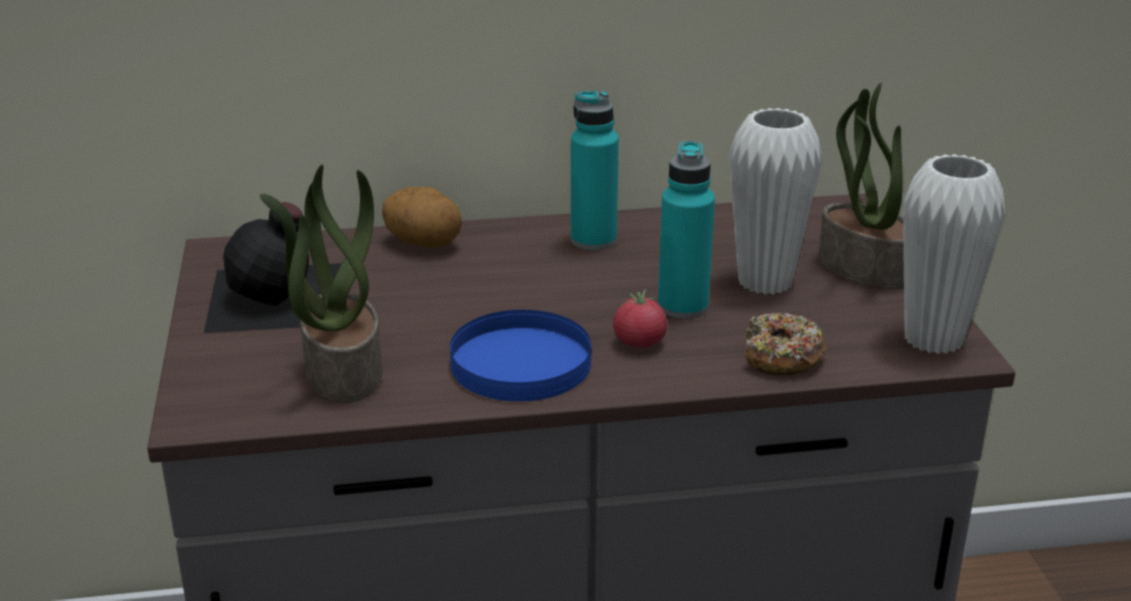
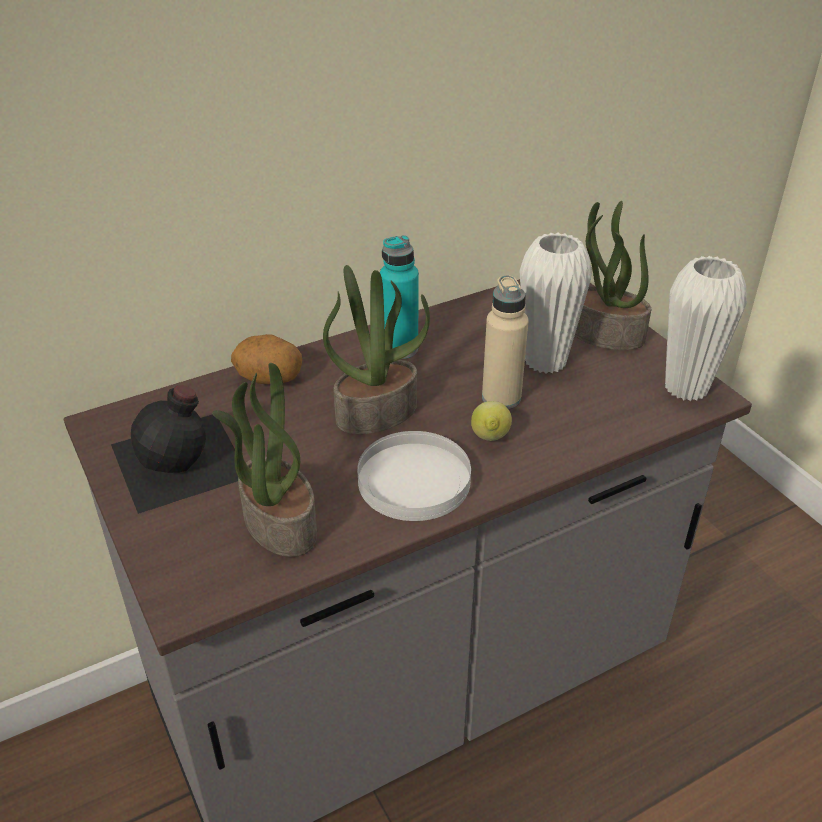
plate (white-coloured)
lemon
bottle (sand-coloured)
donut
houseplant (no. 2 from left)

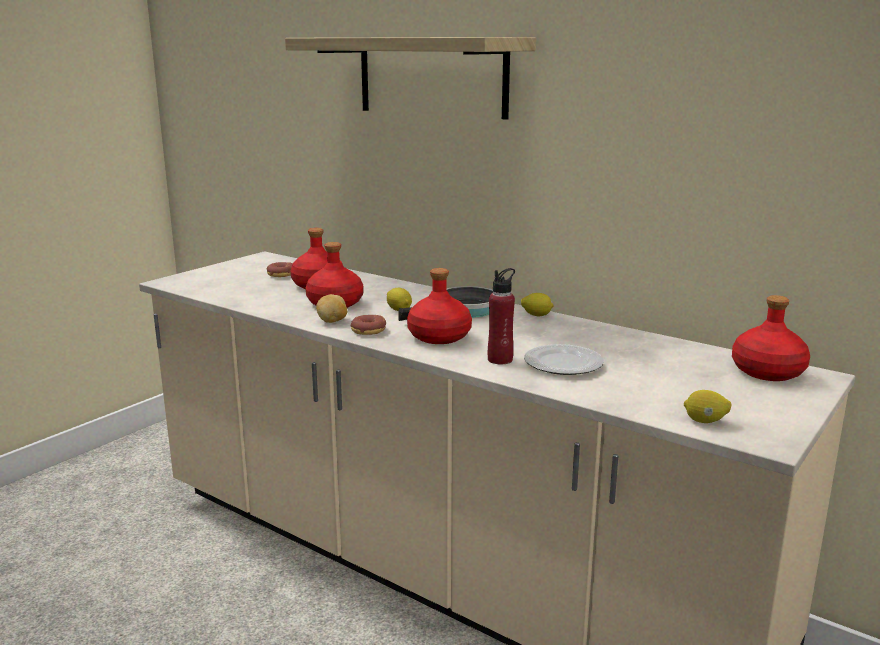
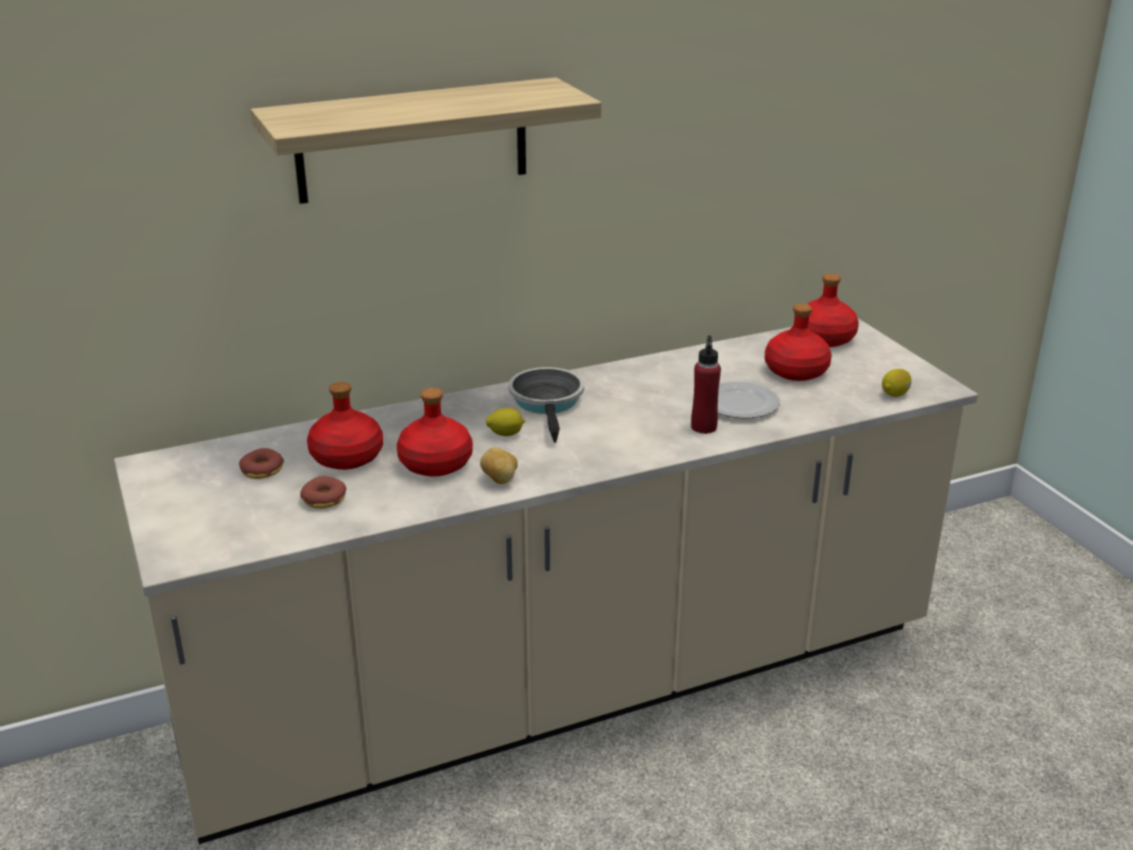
donut (no. 2 from left)
bottle (reddish) (no. 4 from left)
lemon (no. 2 from left in the first image)

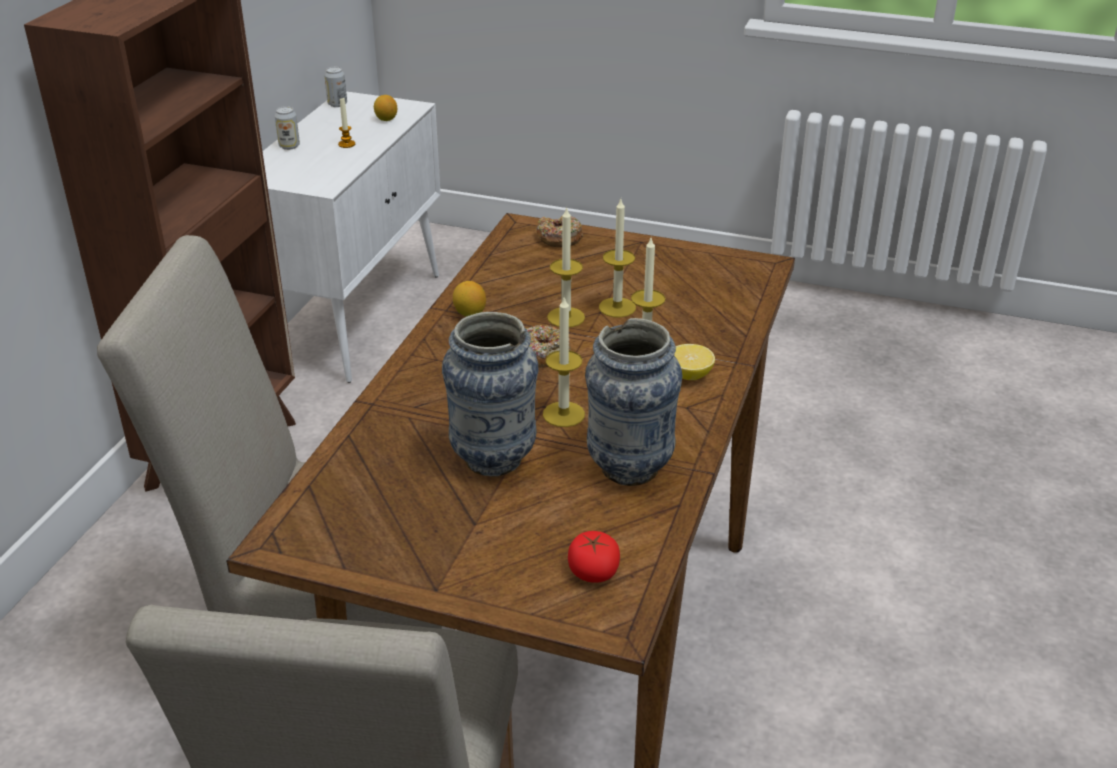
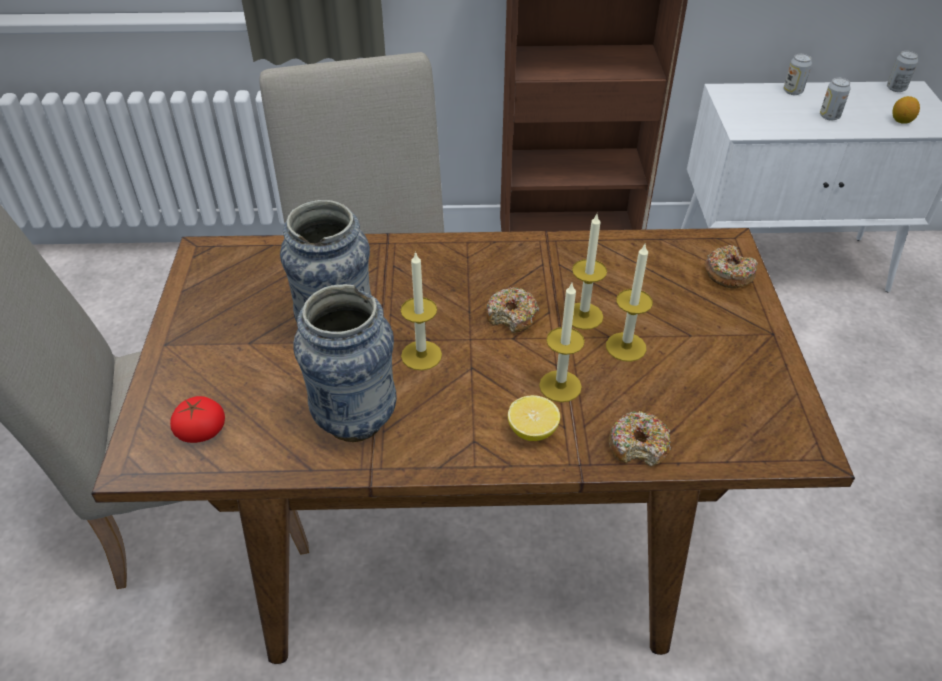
sealed can (no. 2 from left)
lemon (no. 2 from left in the first image)
donut (no. 2 from left)

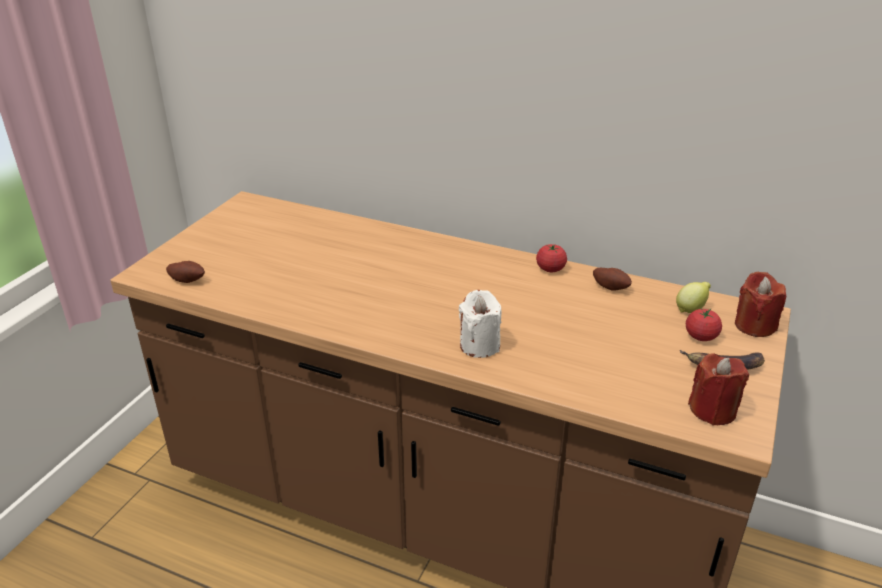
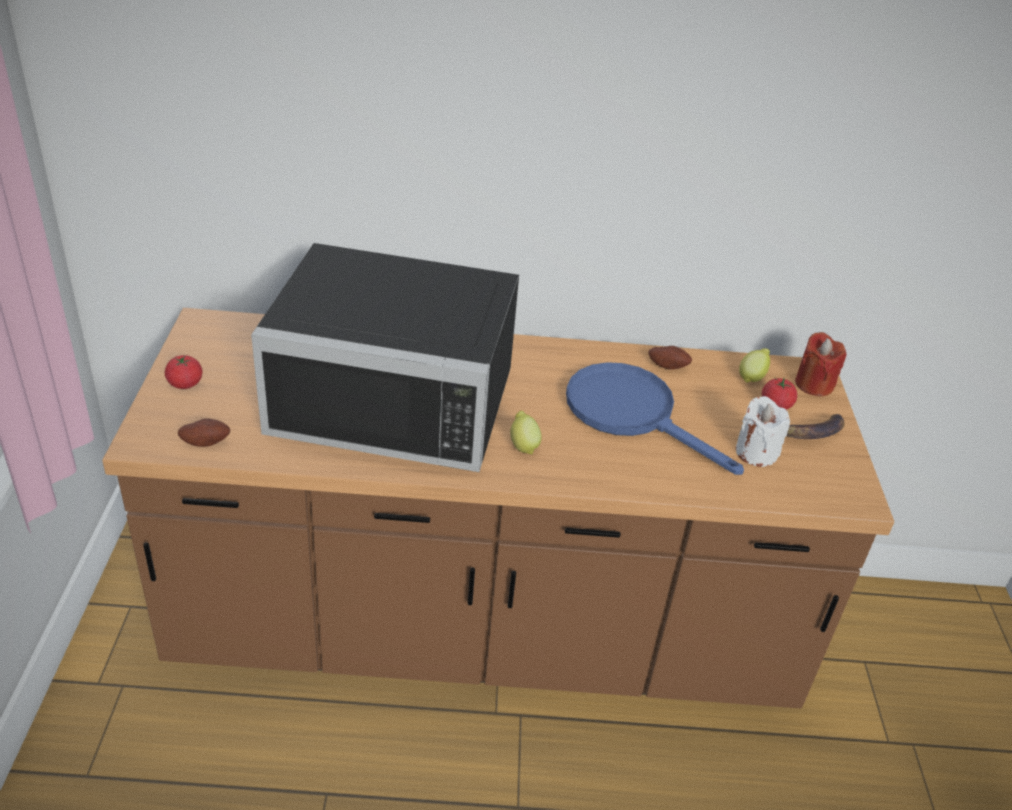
wax candle (white-coloured)
whole tomato (no. 1 from left)
wax candle (reddish) (no. 1 from left in the first image)
kitchen microwave (black)
lemon (no. 1 from left)
skillet (bluish)

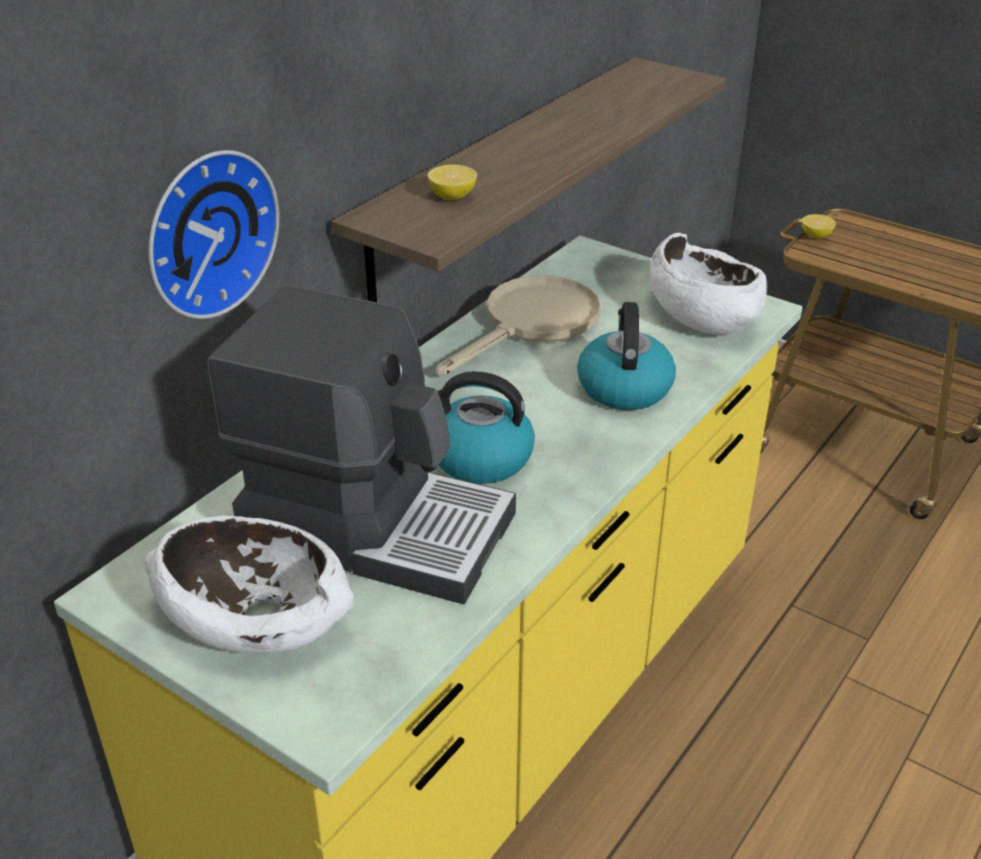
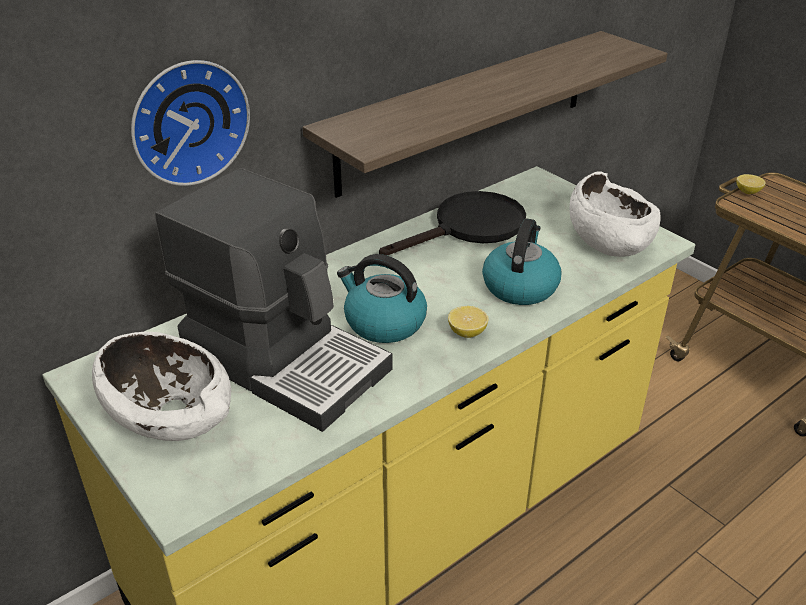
lemon (no. 1 from left)
skillet (black)

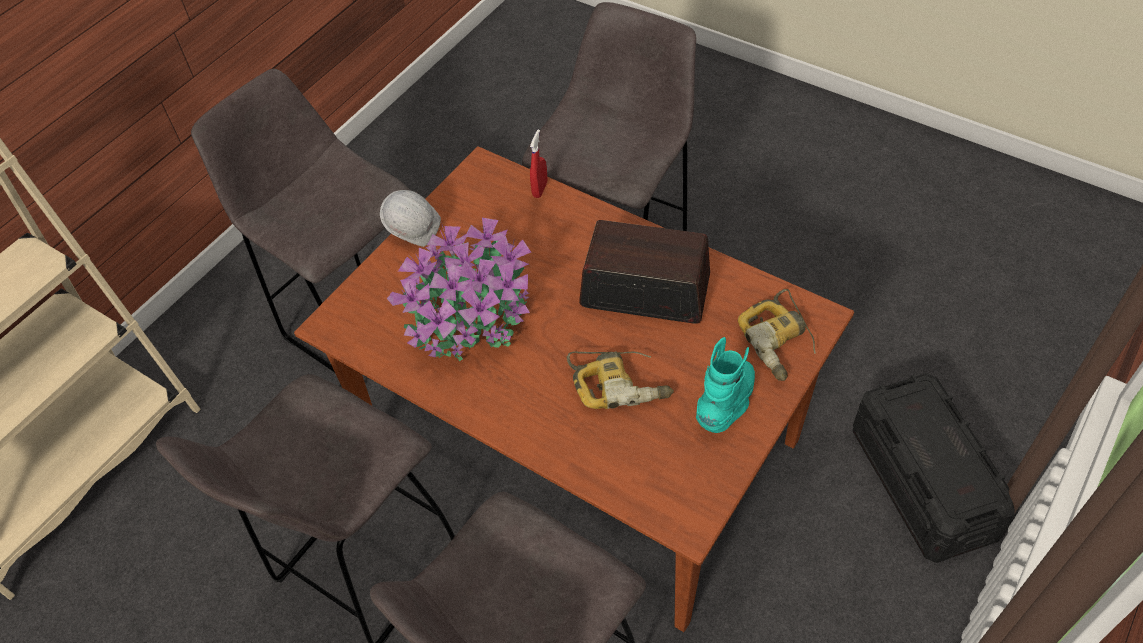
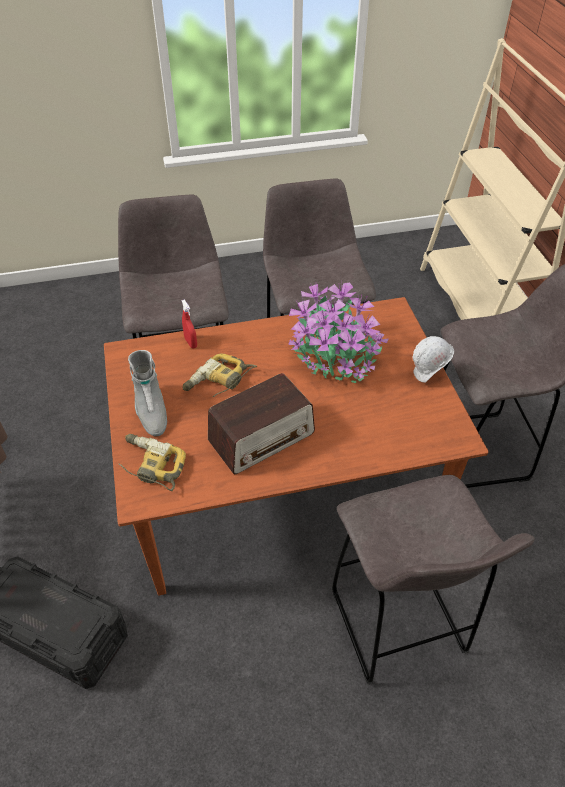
spray bottle (reddish)
high-top boot (greyish)

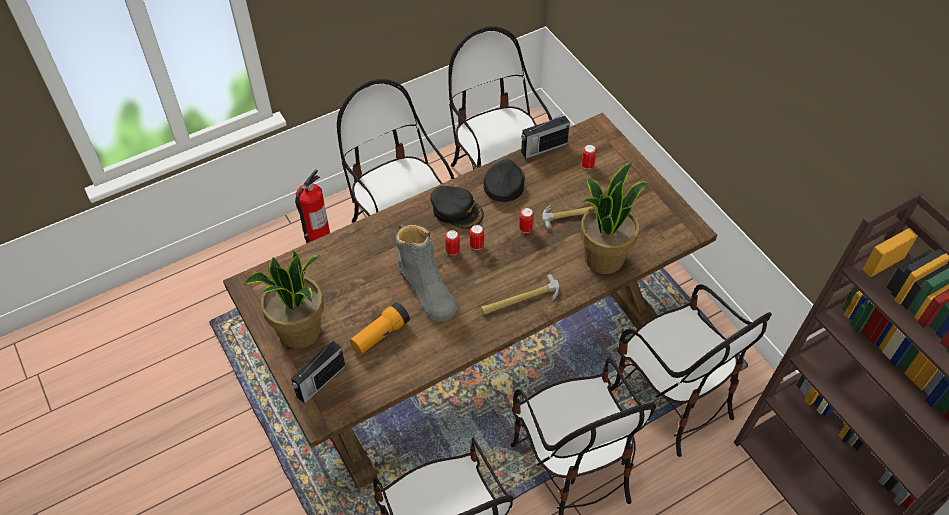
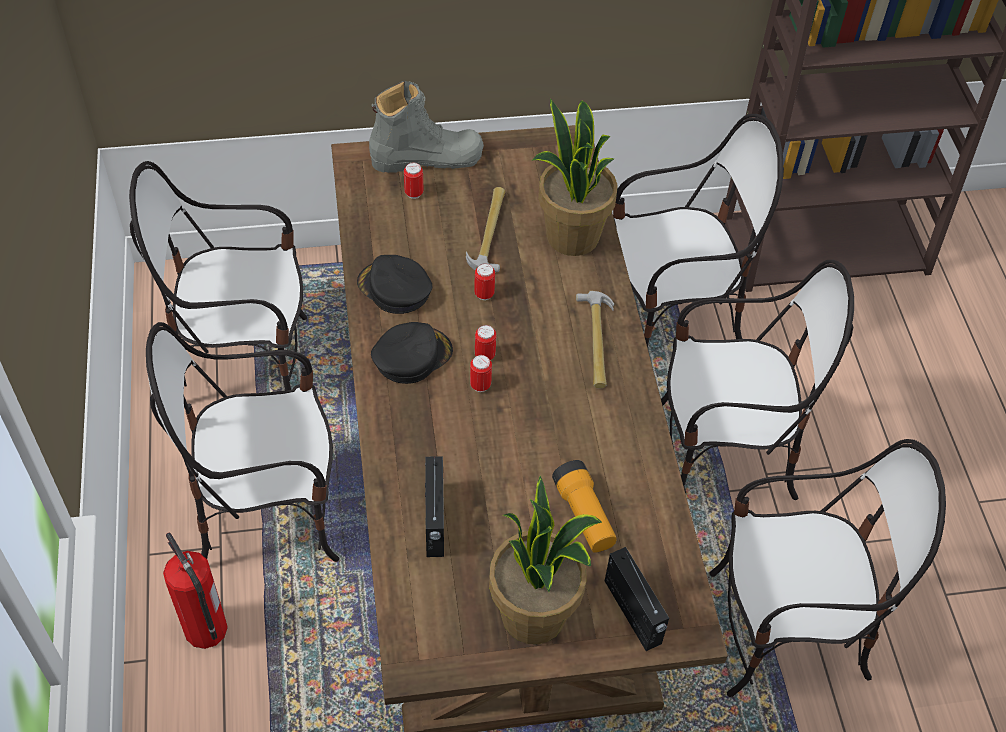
high-top boot (greyish)
radio (no. 1 from left)

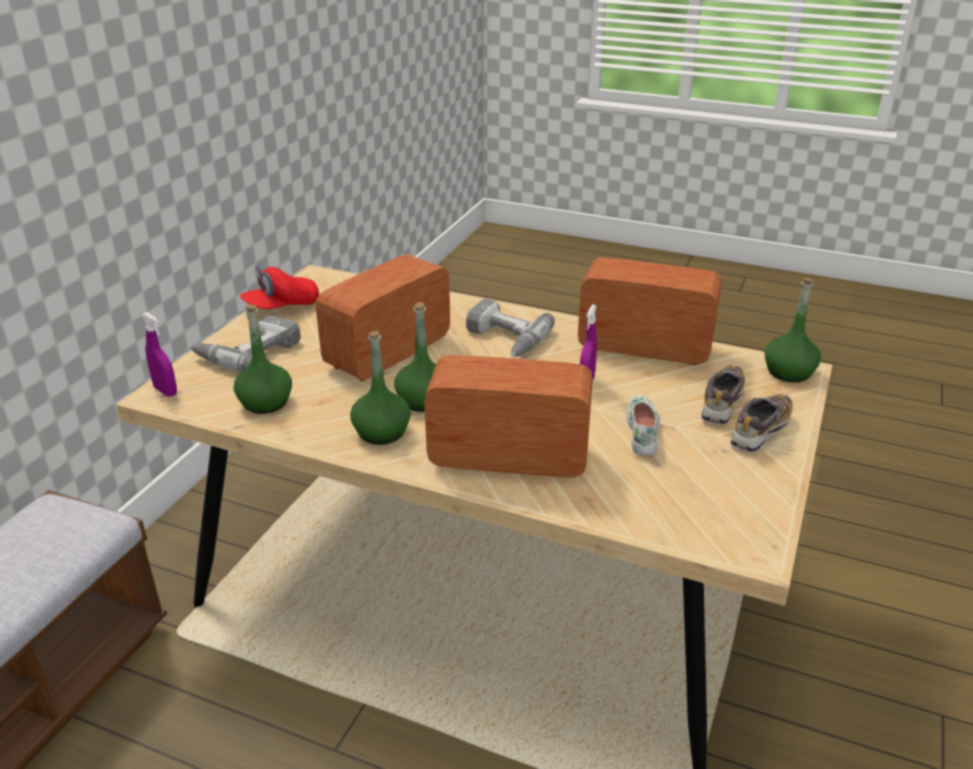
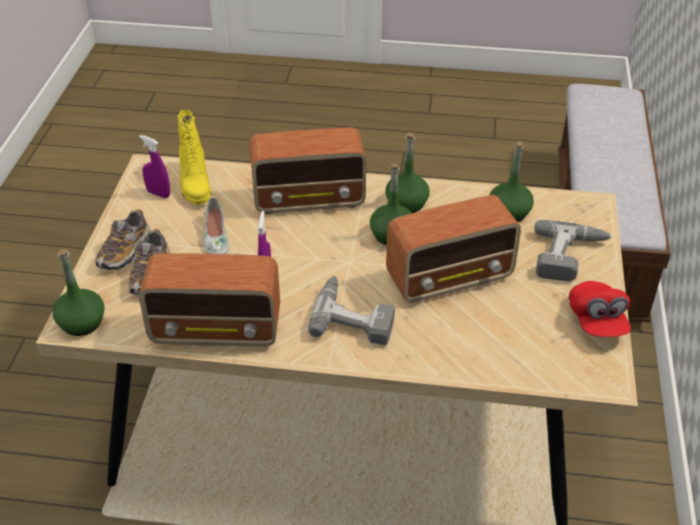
spray bottle (purplish) (no. 1 from left)
peaked cap (reddish)
radio (no. 3 from left)
high-top boot (yellowish)

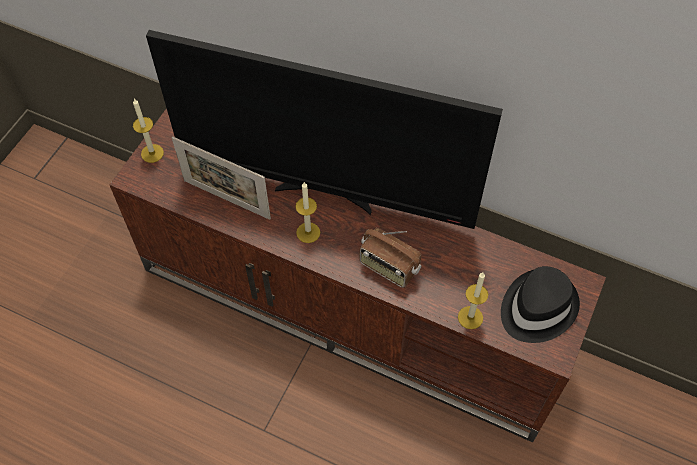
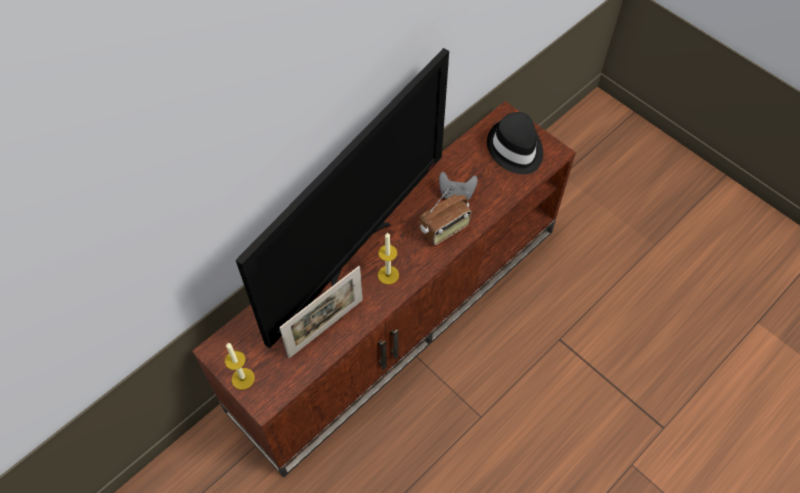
wax candle (no. 3 from left in the first image)
gamepad (greyish)

